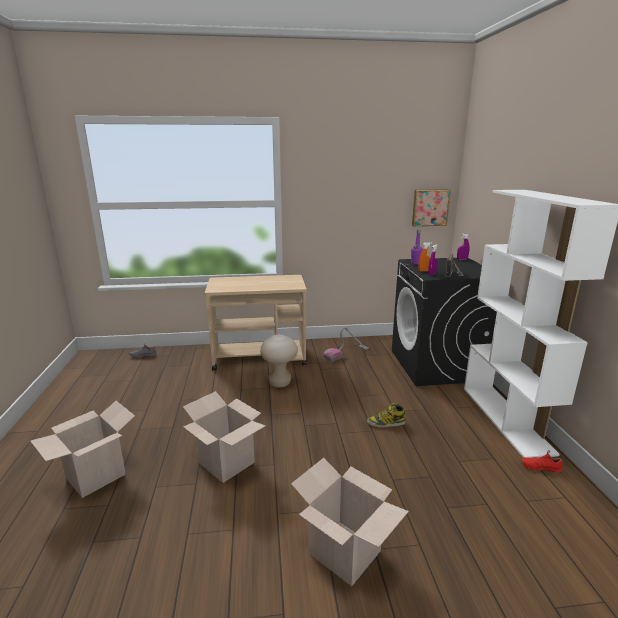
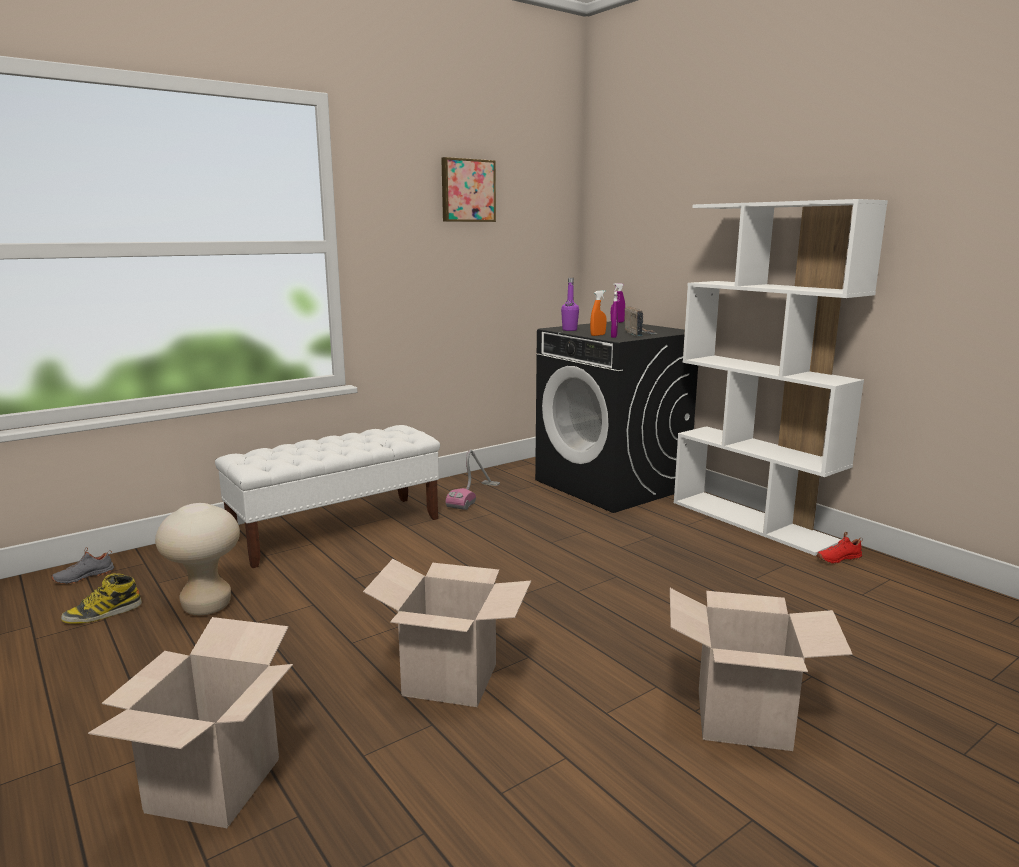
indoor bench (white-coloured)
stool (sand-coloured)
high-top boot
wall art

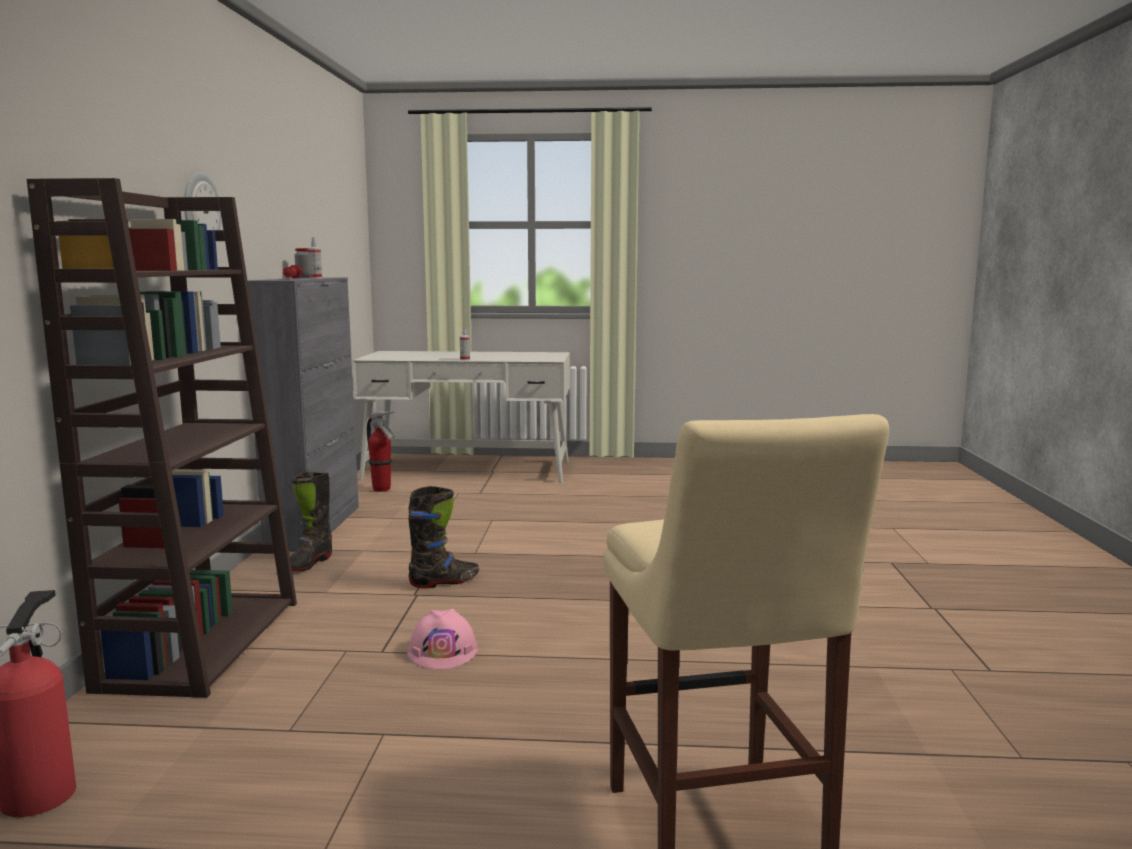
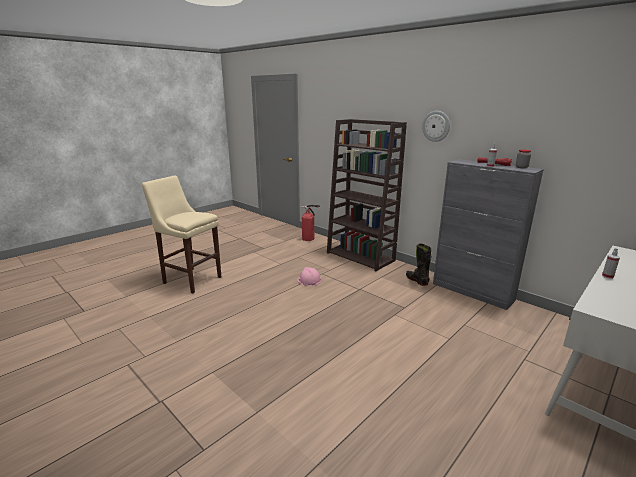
fire-fighting cylinder (no. 2 from left in the first image)
high-top boot (black) (no. 2 from left in the first image)

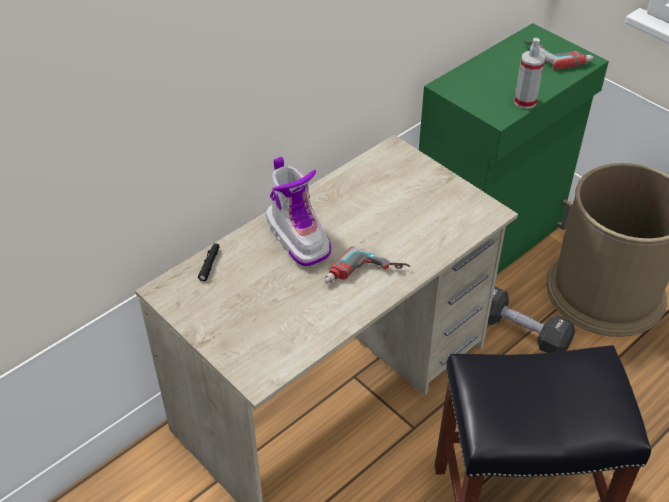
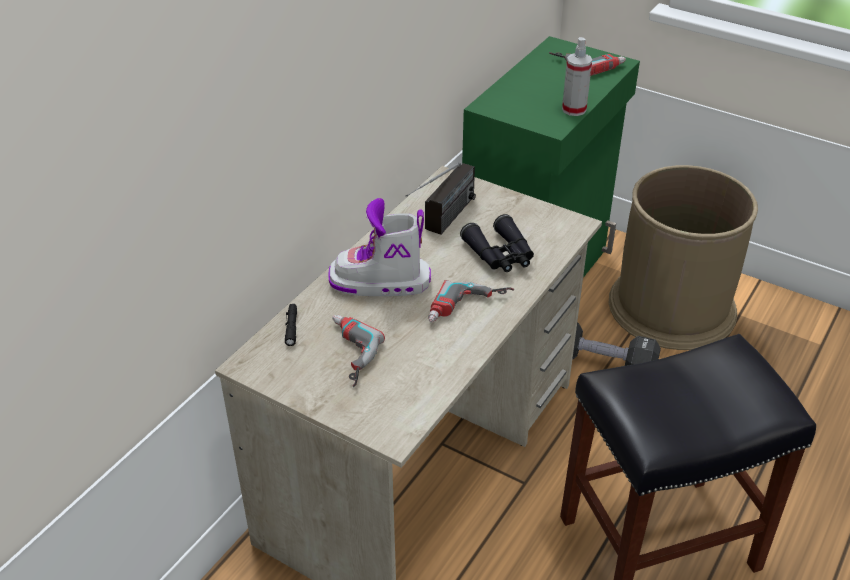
high-top boot
drill (no. 1 from left)
radio
binoculars (black)

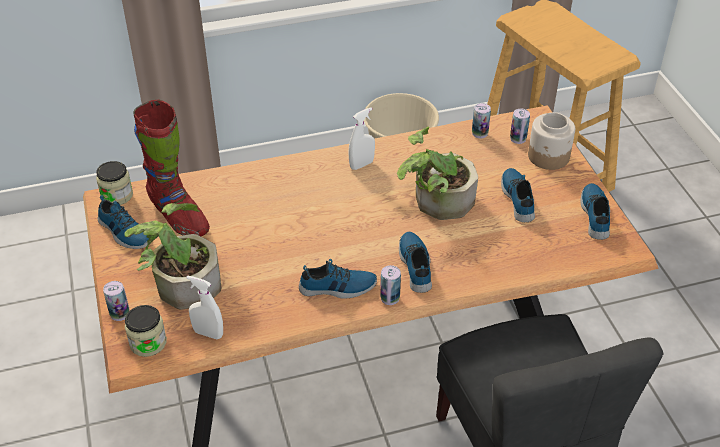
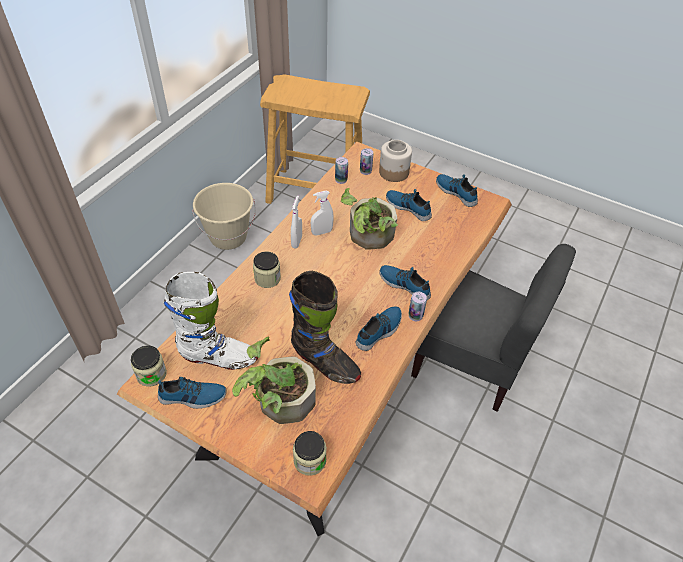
sealed can (no. 1 from left in the first image)
high-top boot (white-coloured)
spray bottle (white-coloured) (no. 2 from left)
storage jar (no. 2 from left)
high-top boot (black)

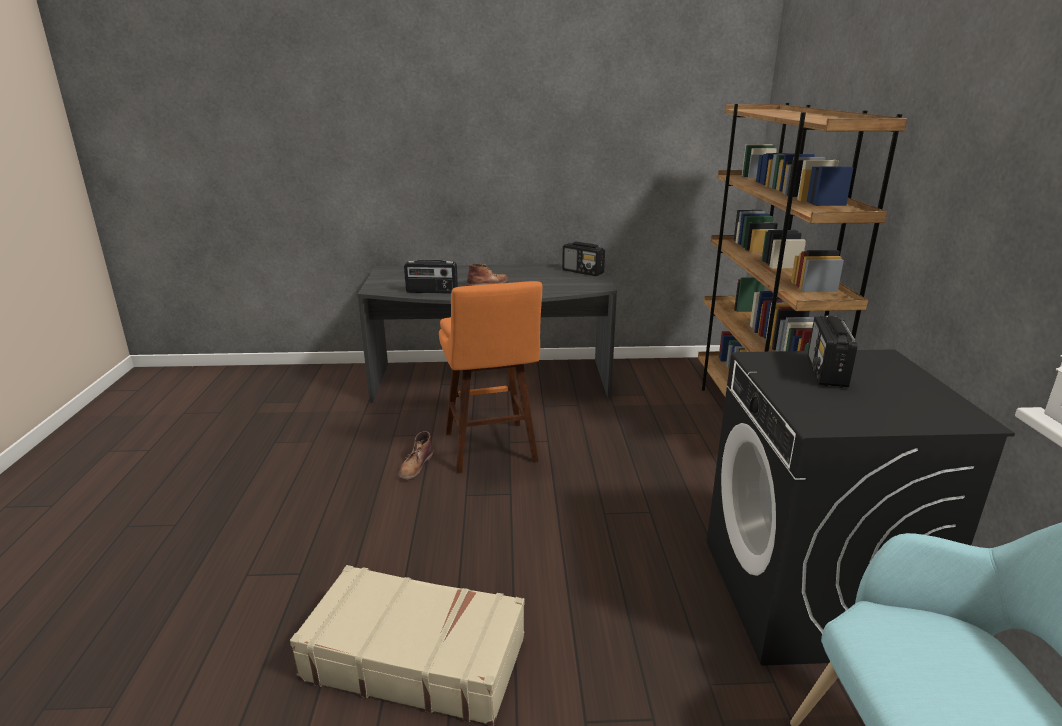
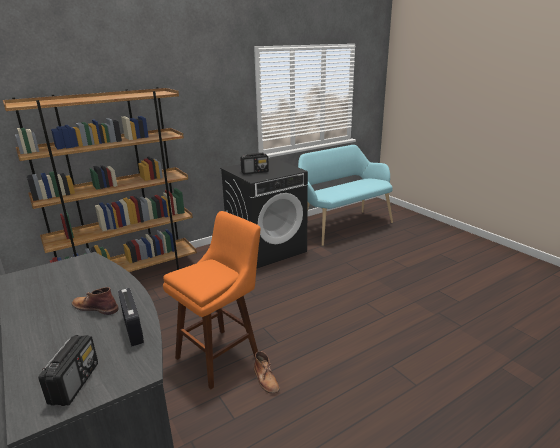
piece of luggage (sand-coloured)
high-top boot (brownish) (no. 2 from left)
radio (no. 1 from left)

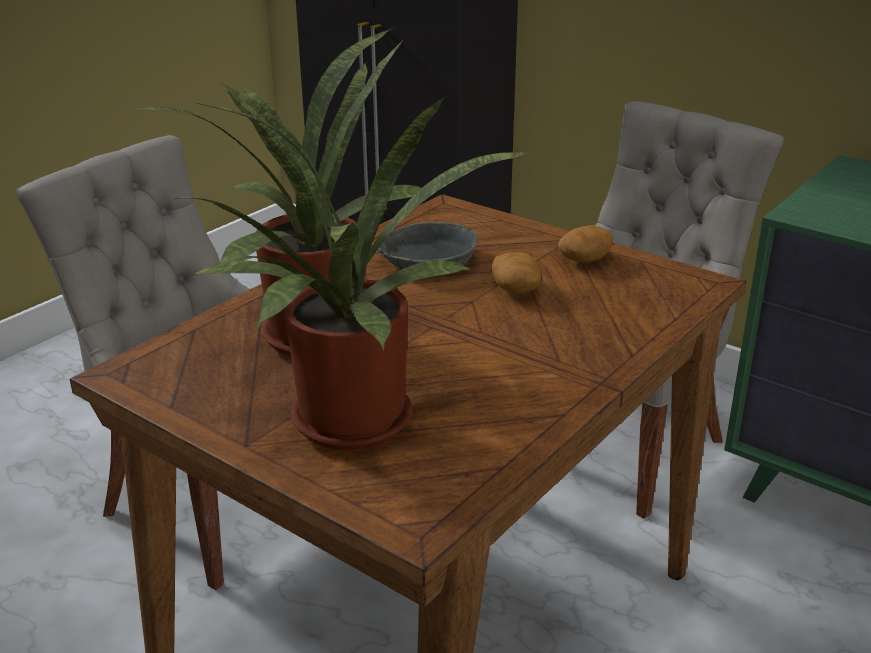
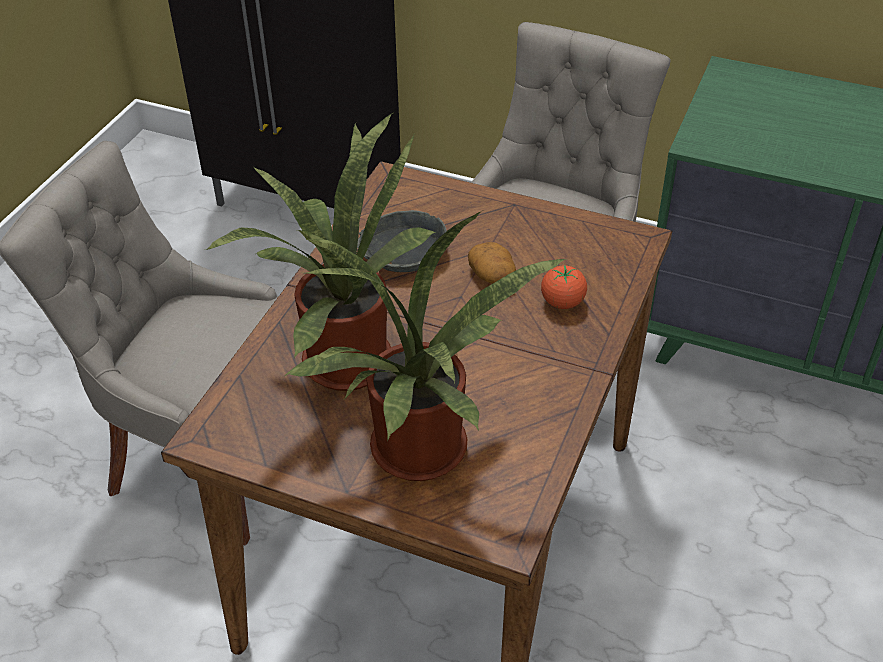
potato (no. 2 from left in the first image)
whole tomato

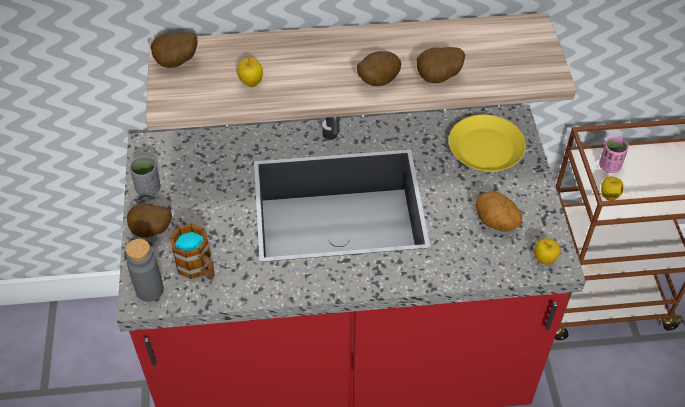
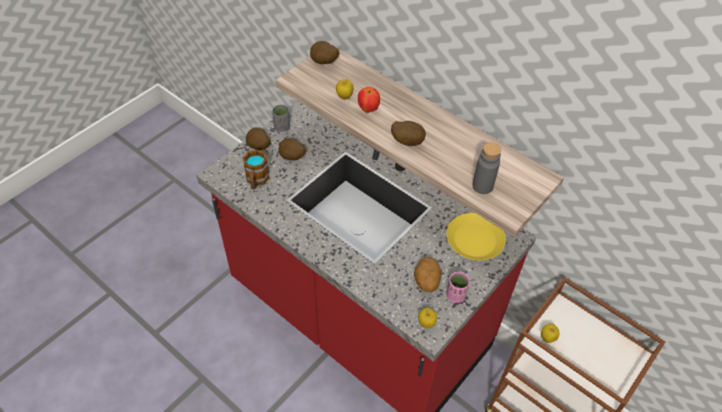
bottle (greyish)
potato (no. 2 from left)
small cup (pink)
apple fruit (no. 2 from left)

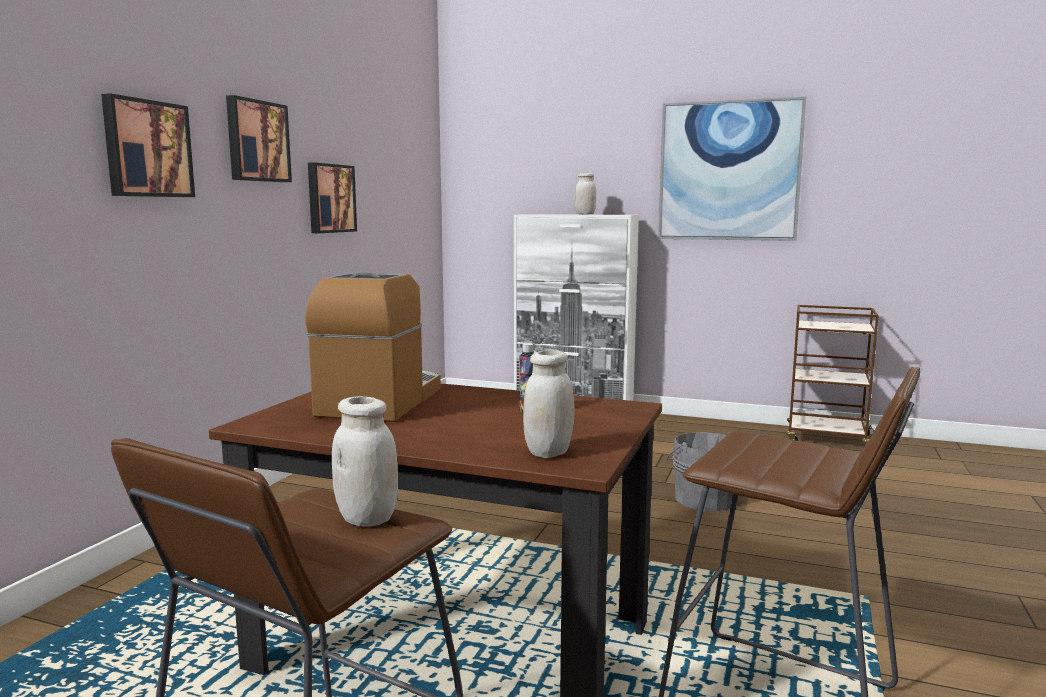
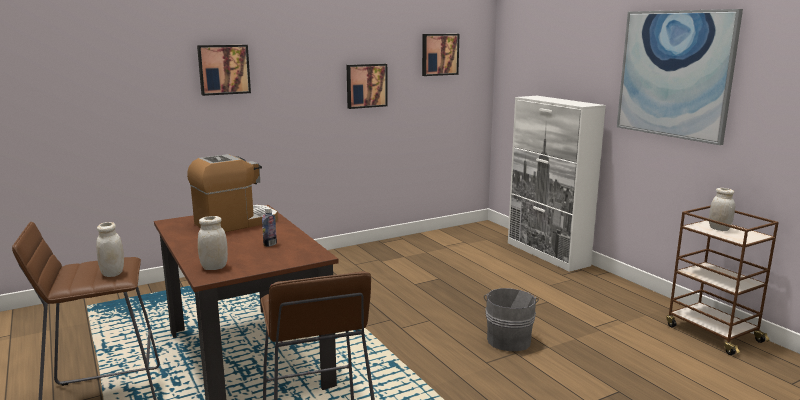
wall art (no. 3 from left)
storage jar (white-coloured) (no. 3 from left)

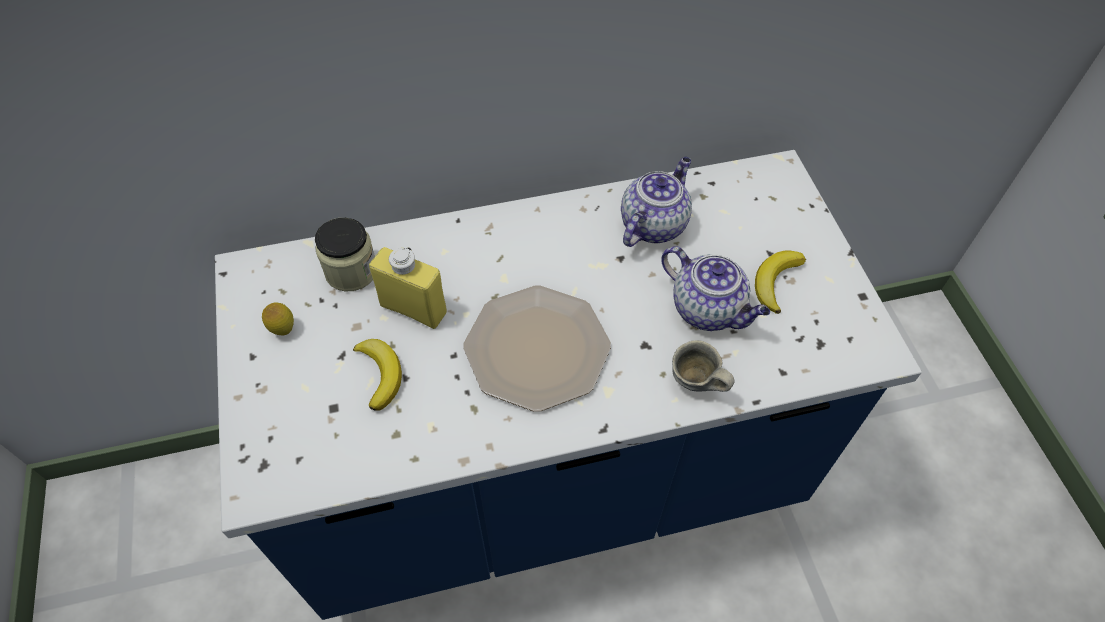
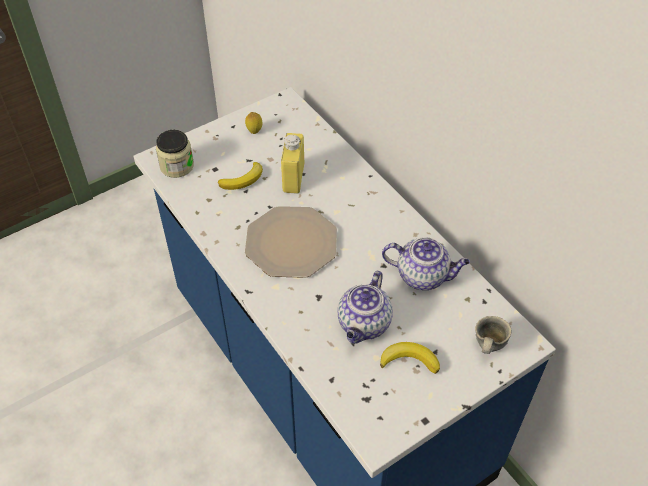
storage jar
tea mug (greyish)

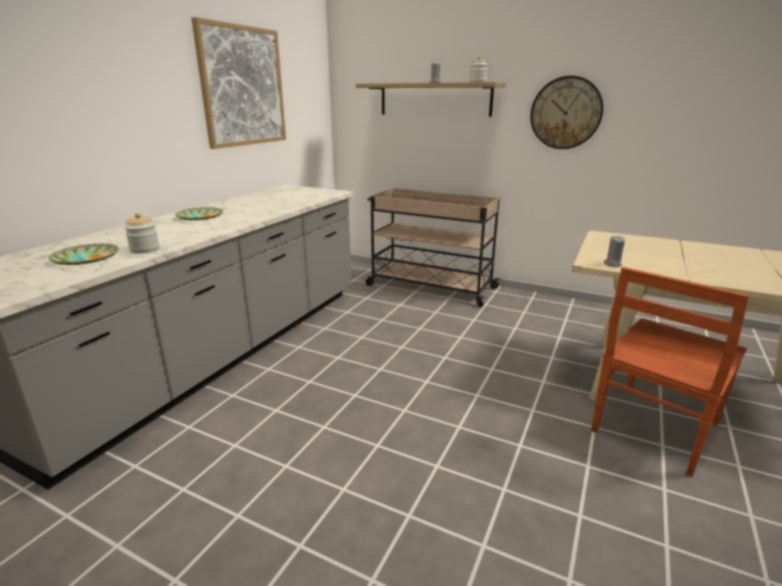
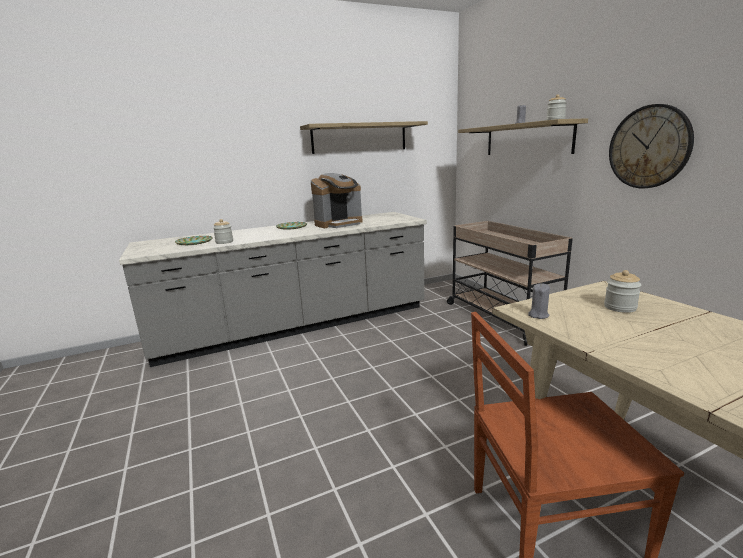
wall shelf (no. 1 from left)
coffee machine
storage jar (no. 3 from left)

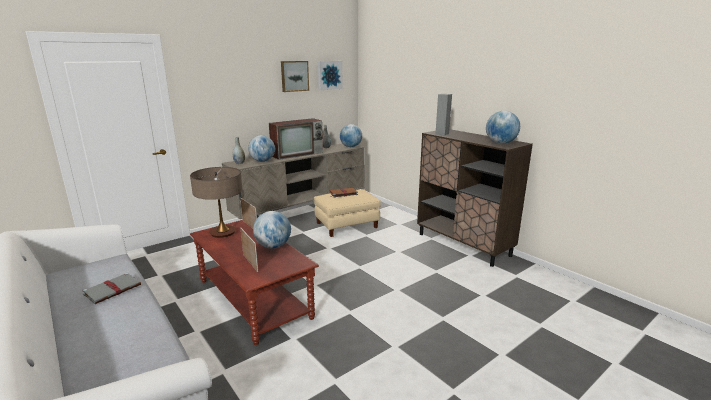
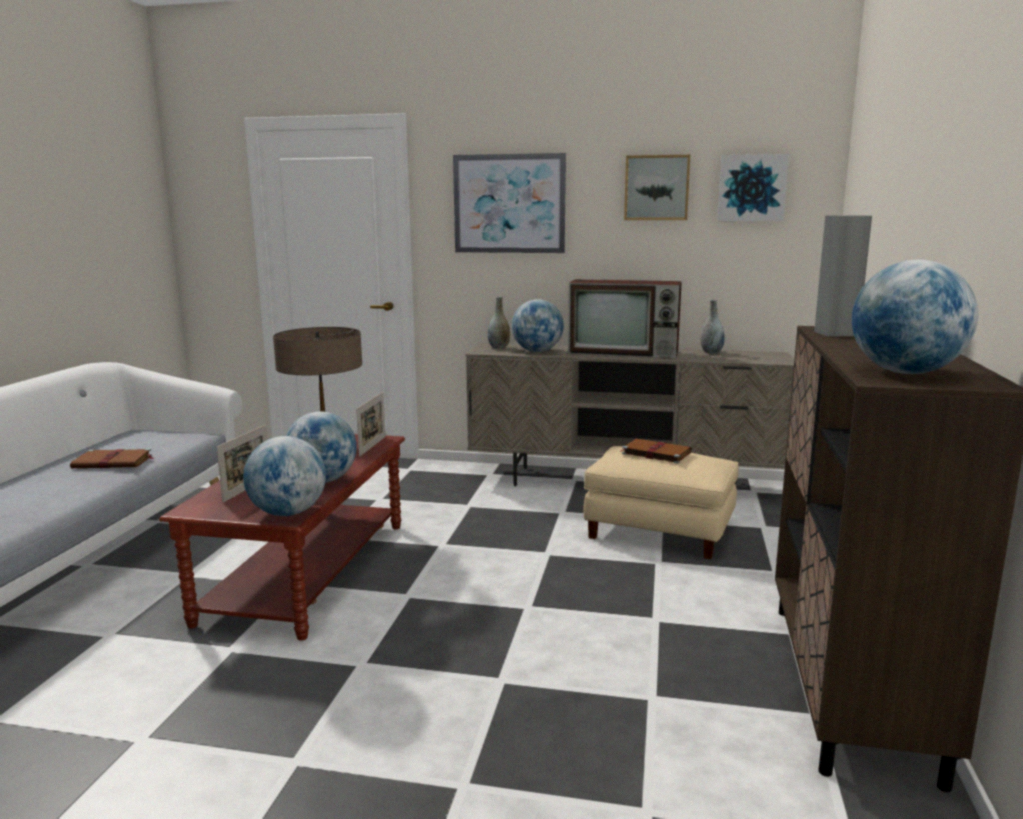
book (brownish) (no. 1 from left)
globe (no. 1 from left)
wall art (no. 1 from left)

